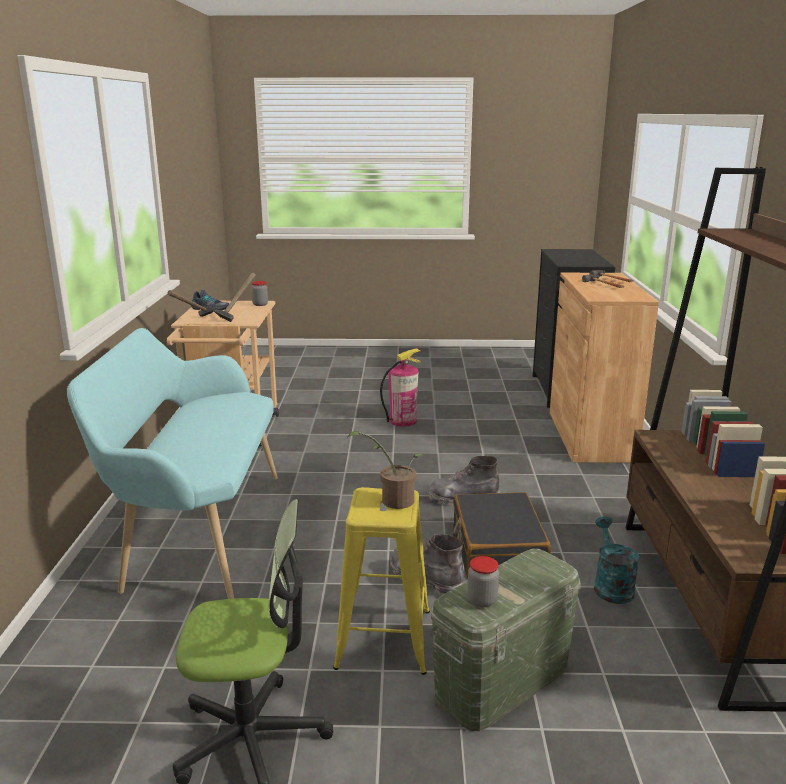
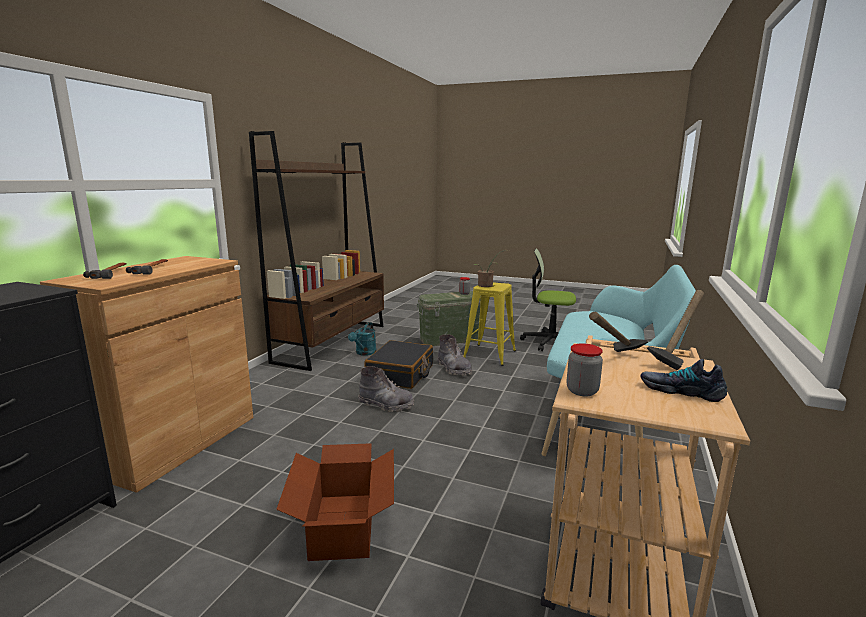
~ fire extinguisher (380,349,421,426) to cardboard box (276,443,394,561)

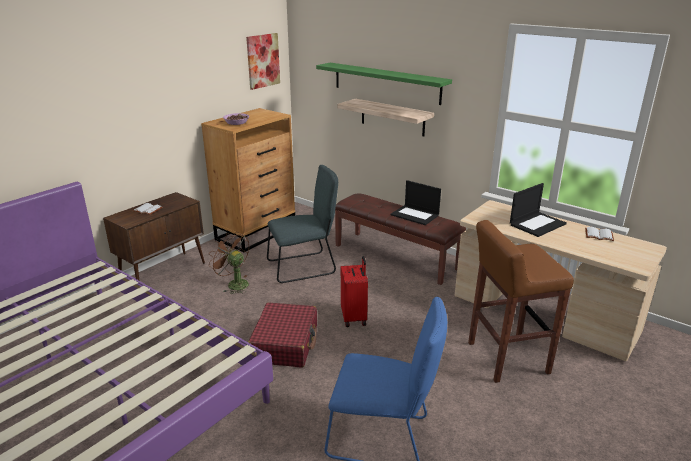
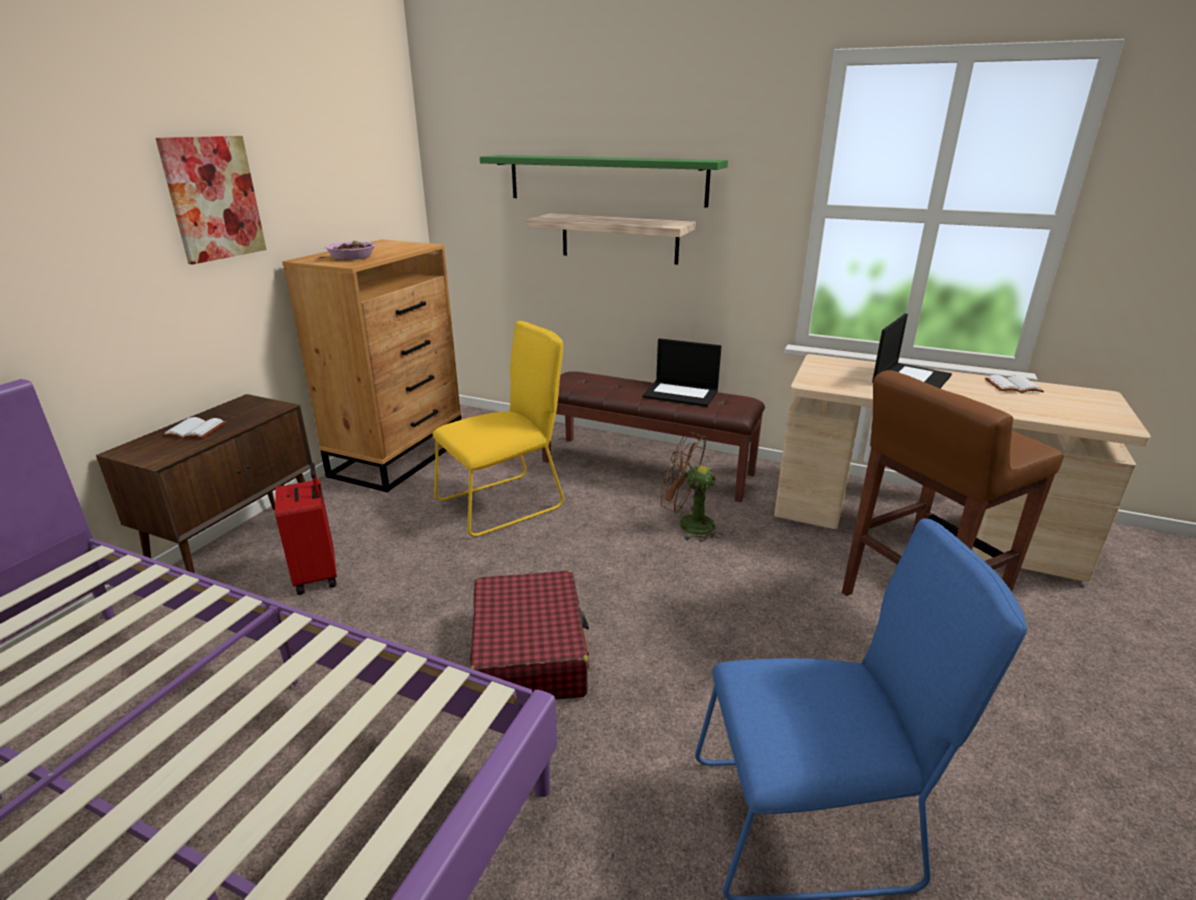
~ fan in brown (209,232,249,294) to (660,432,723,542)
~ picture (246,33,280,90) to (155,136,267,265)
~ suitcase in red (341,256,368,327) to (275,463,337,595)
~ chair in grey (267,165,338,283) to chair in yellow (432,321,564,537)

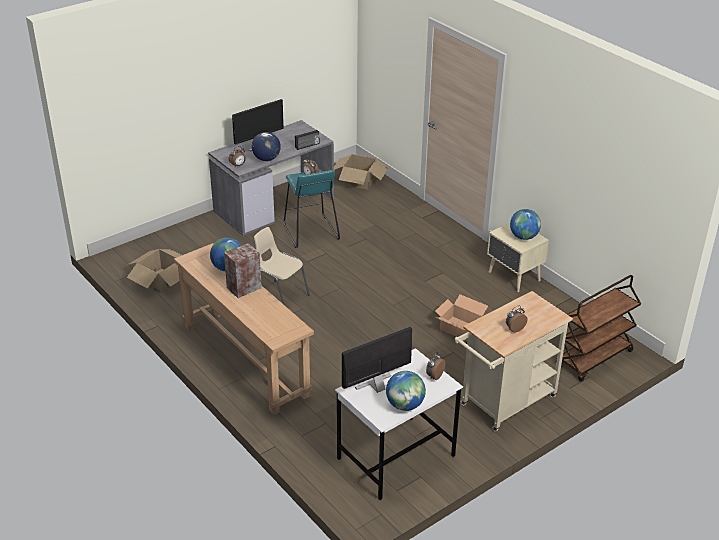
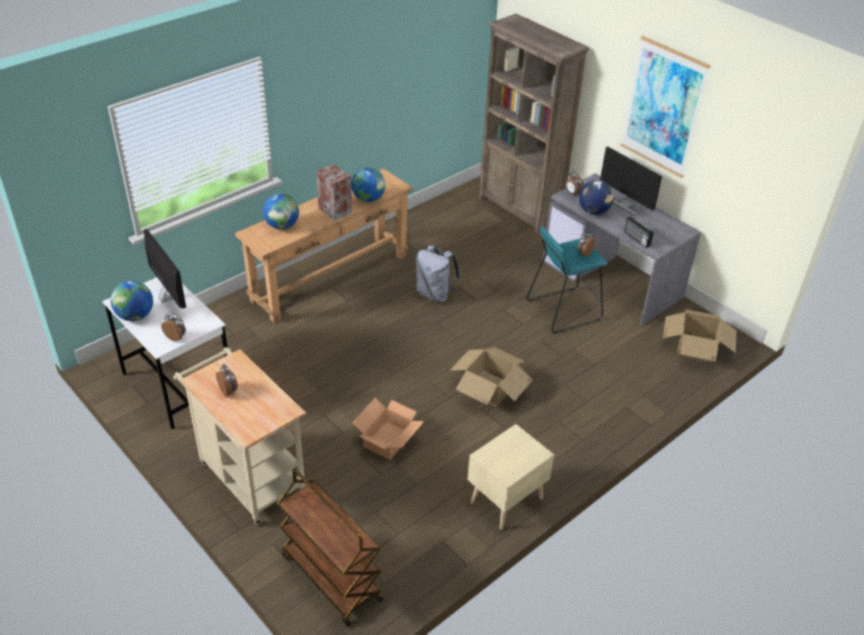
+ bookcase in brown (478,14,589,236)
+ picture (621,36,711,178)
~ cardboard box (127,249,182,294) to (450,347,533,407)
~ globe (510,209,541,240) to (263,193,299,229)
~ chair in beige (254,227,310,305) to backpack in grey (416,246,460,303)

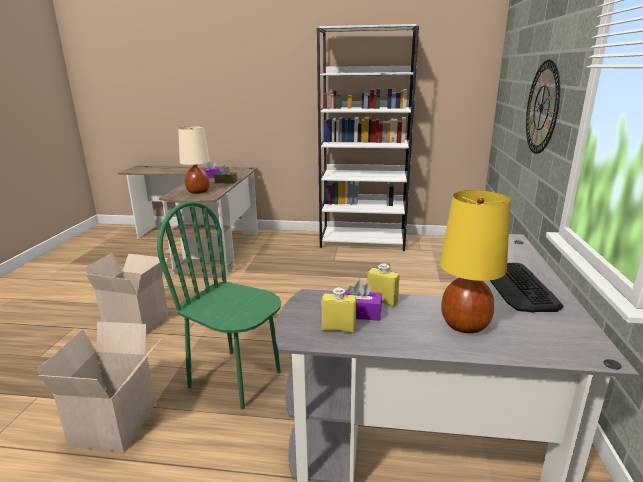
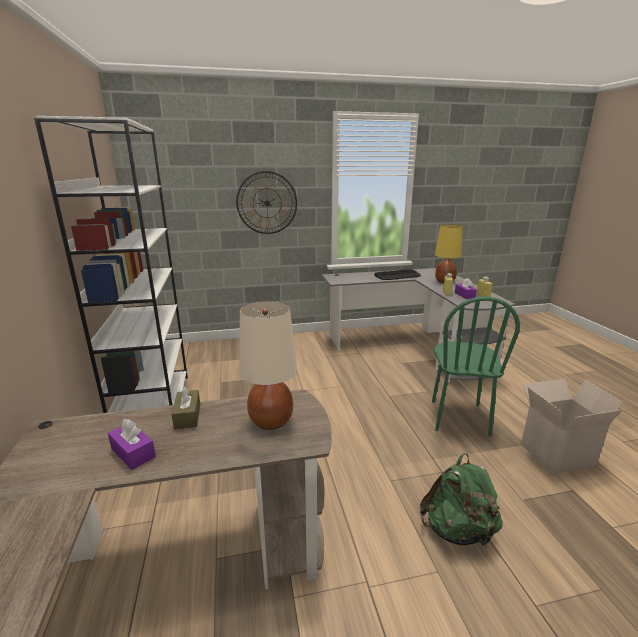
~ cardboard box (84,253,168,334) to backpack in green (420,453,503,548)

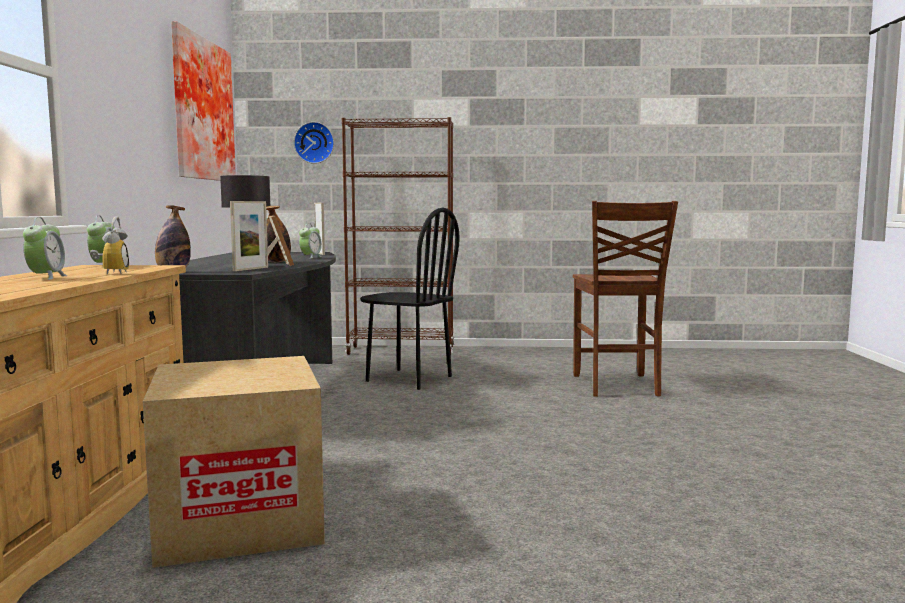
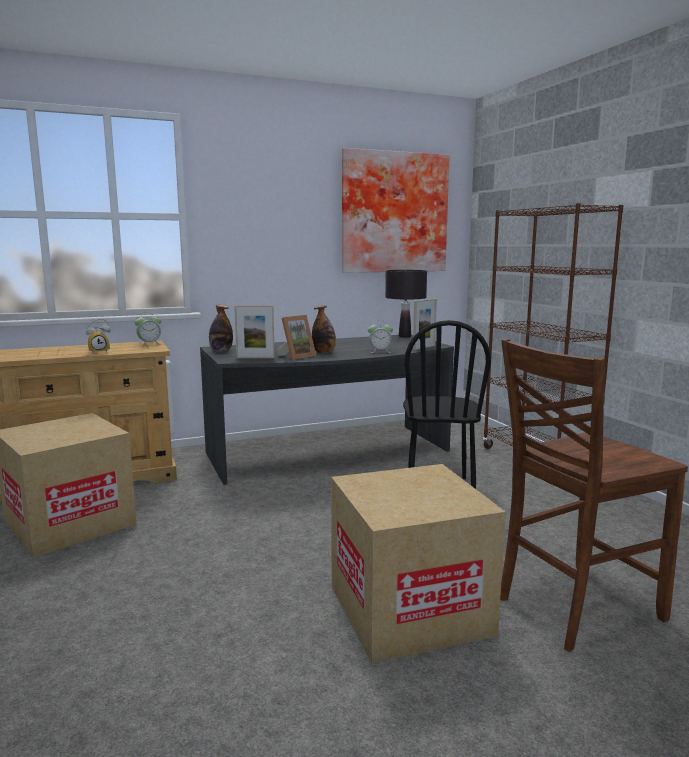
- alarm clock (23,217,68,280)
- wall clock (294,122,334,164)
+ cardboard box (331,464,506,663)

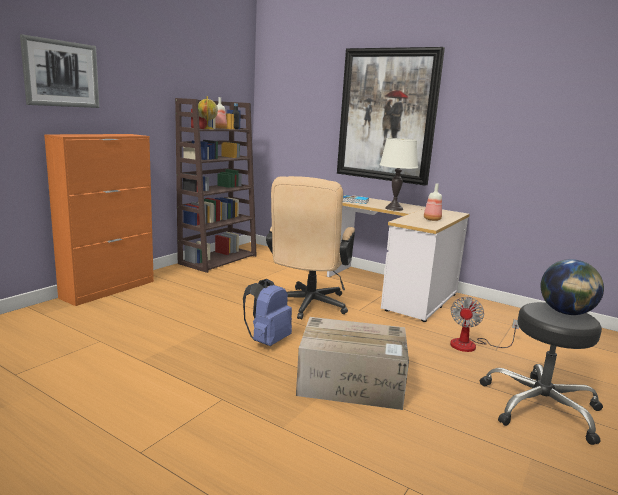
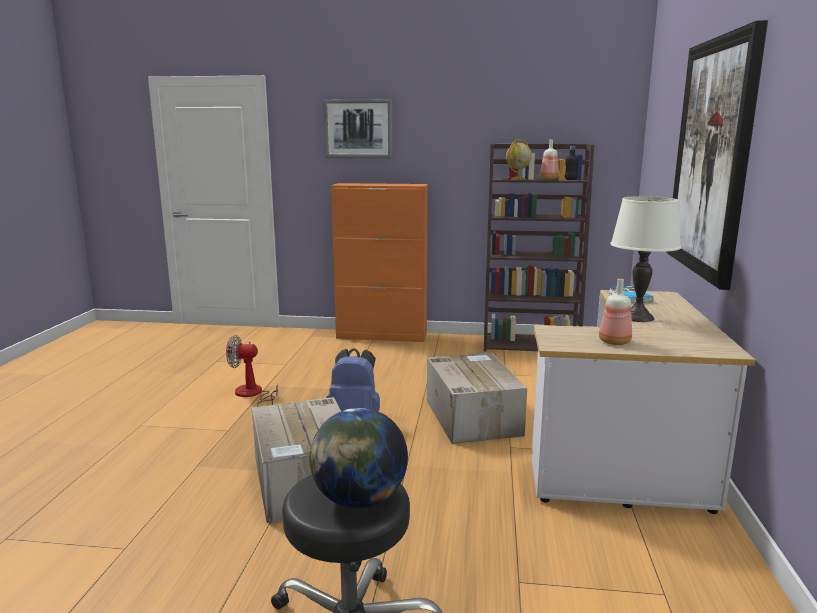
~ fan (450,297,519,352) to (226,335,278,407)
~ office chair in beige (266,176,355,320) to cardboard box (427,353,527,444)

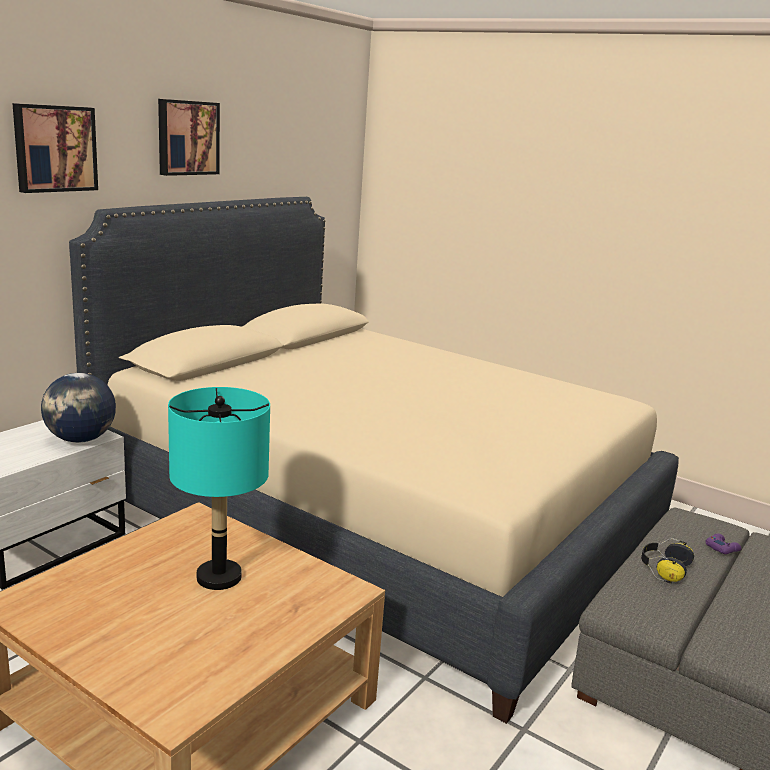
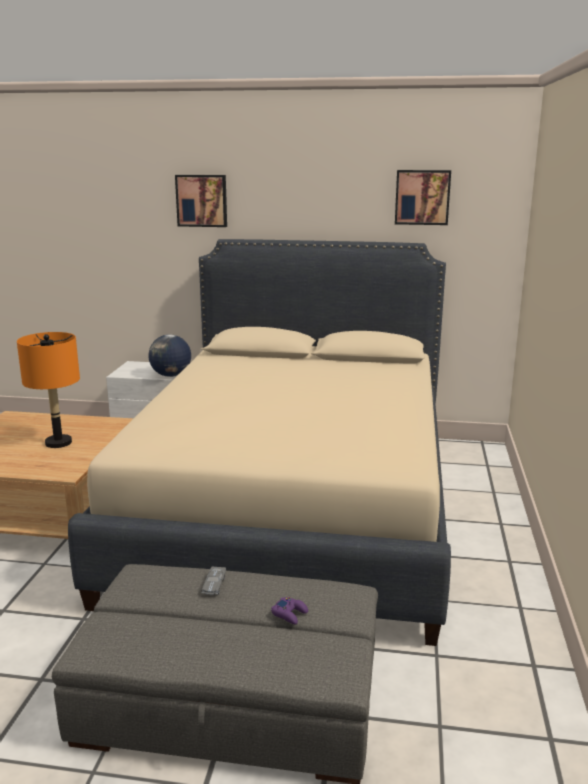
~ picture (158,99,220,176) to (395,170,451,225)
~ headphones (641,538,694,584) to toy car in grey (201,566,226,595)
~ table lamp in turquoise (168,387,270,590) to table lamp in orange (17,332,80,448)

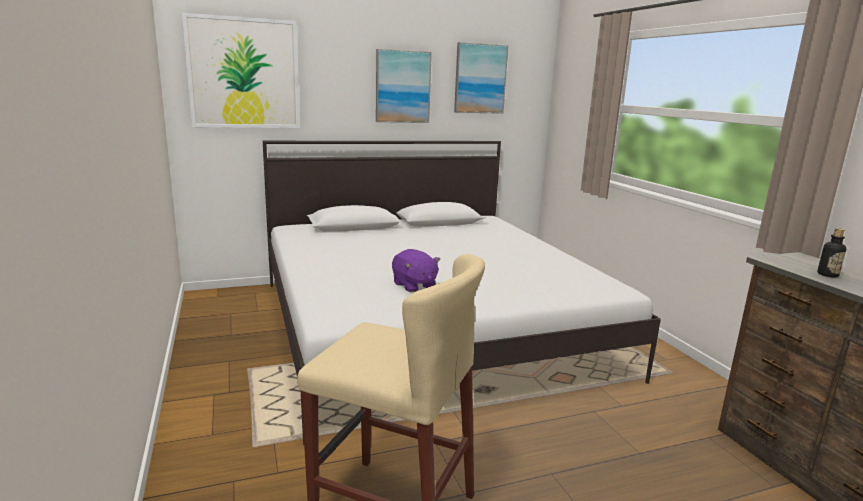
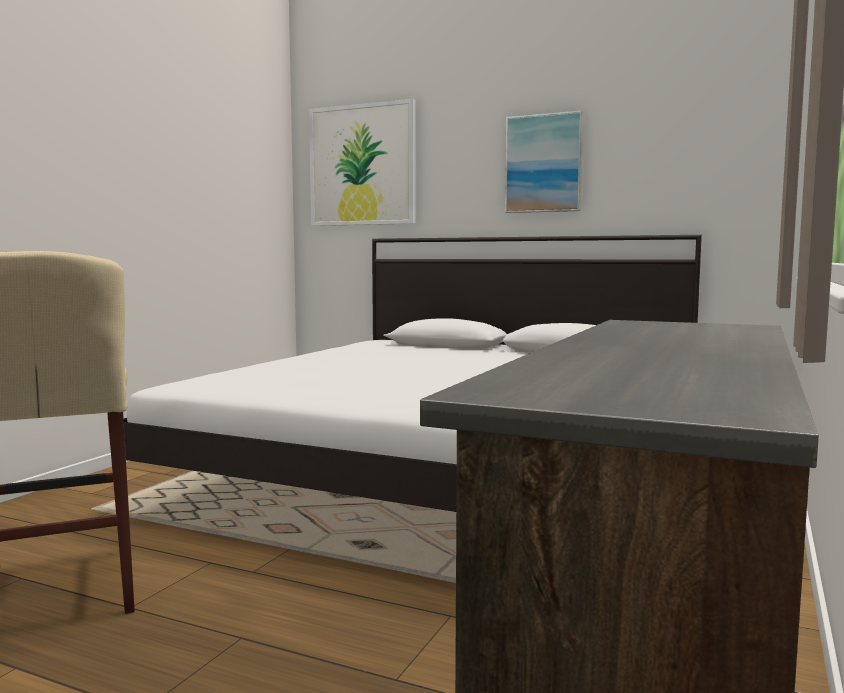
- plush toy in purple (392,249,440,292)
- picture (454,42,508,114)
- bottle (817,228,846,277)

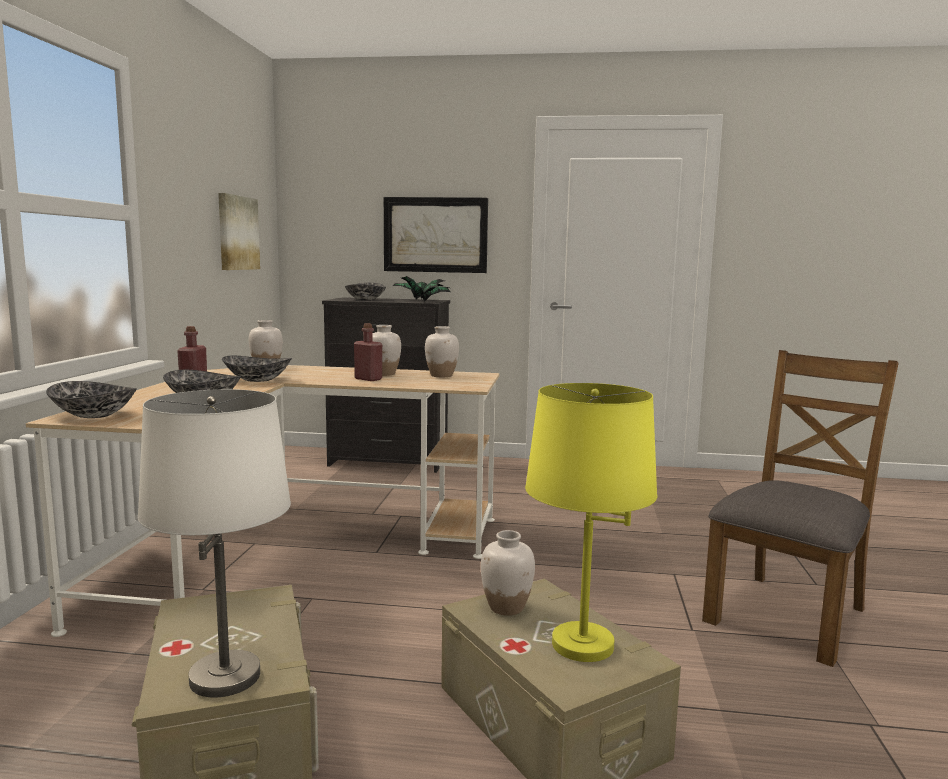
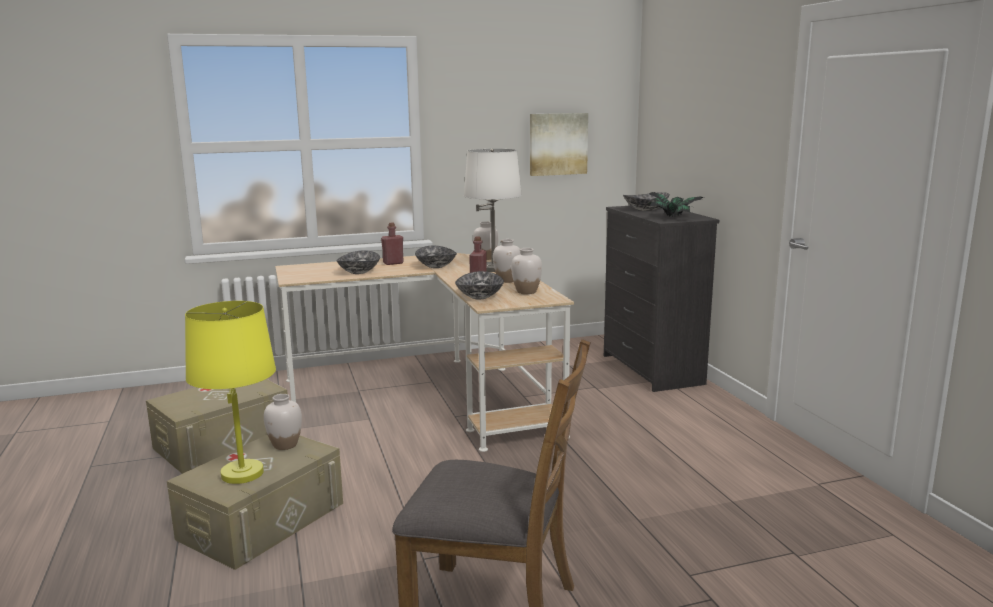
- picture (384,197,488,273)
~ bowl (46,381,137,418) to (455,271,504,299)
~ table lamp in white (138,389,291,698) to (464,149,522,272)

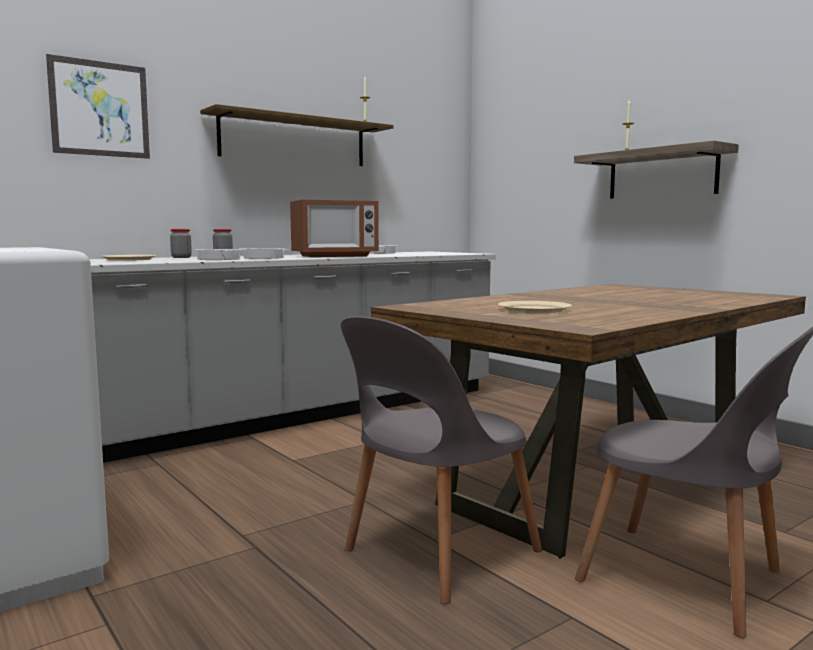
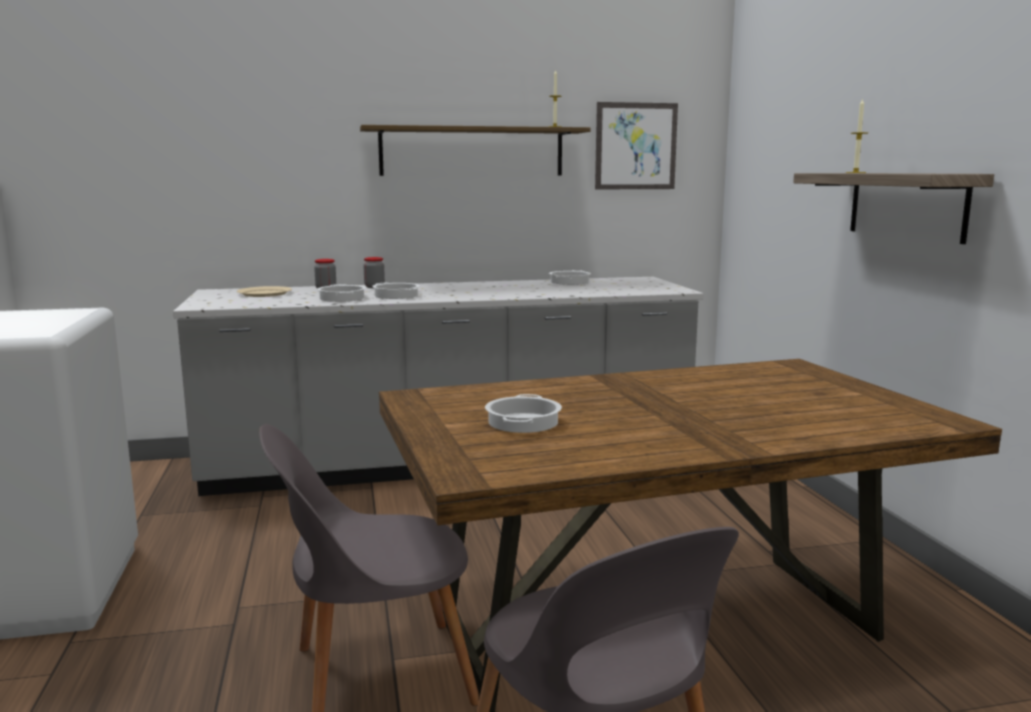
- microwave (290,200,379,257)
~ picture (46,54,150,159) to (595,102,678,189)
~ plate in beige (498,301,572,313) to cooking pot (485,394,562,433)

